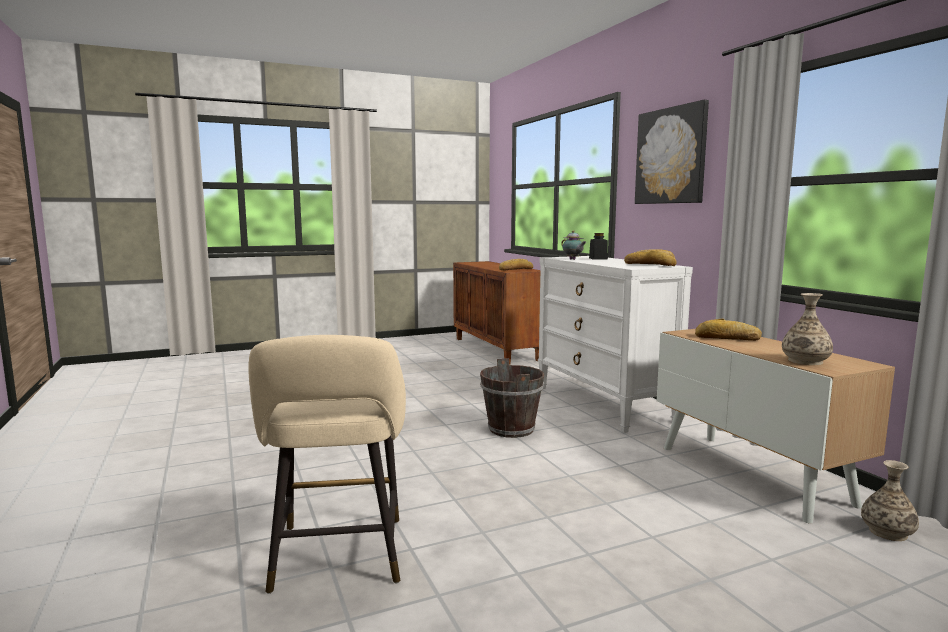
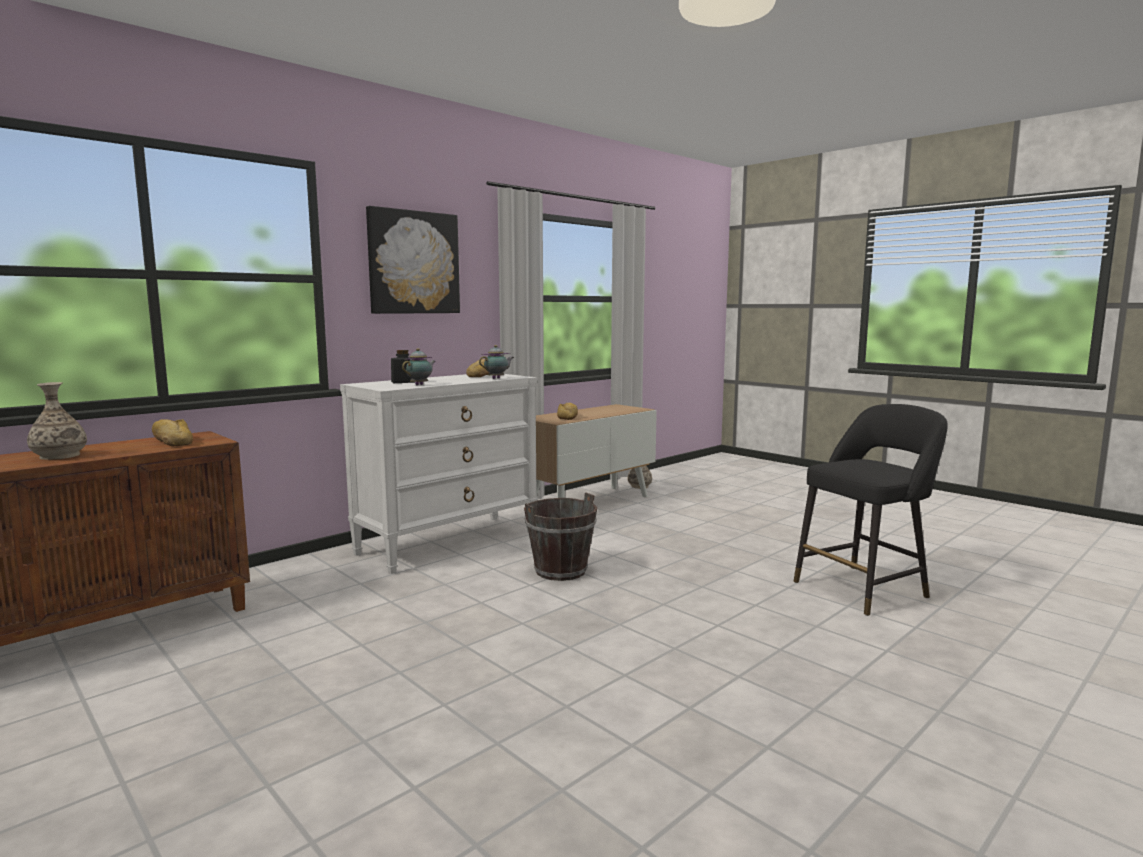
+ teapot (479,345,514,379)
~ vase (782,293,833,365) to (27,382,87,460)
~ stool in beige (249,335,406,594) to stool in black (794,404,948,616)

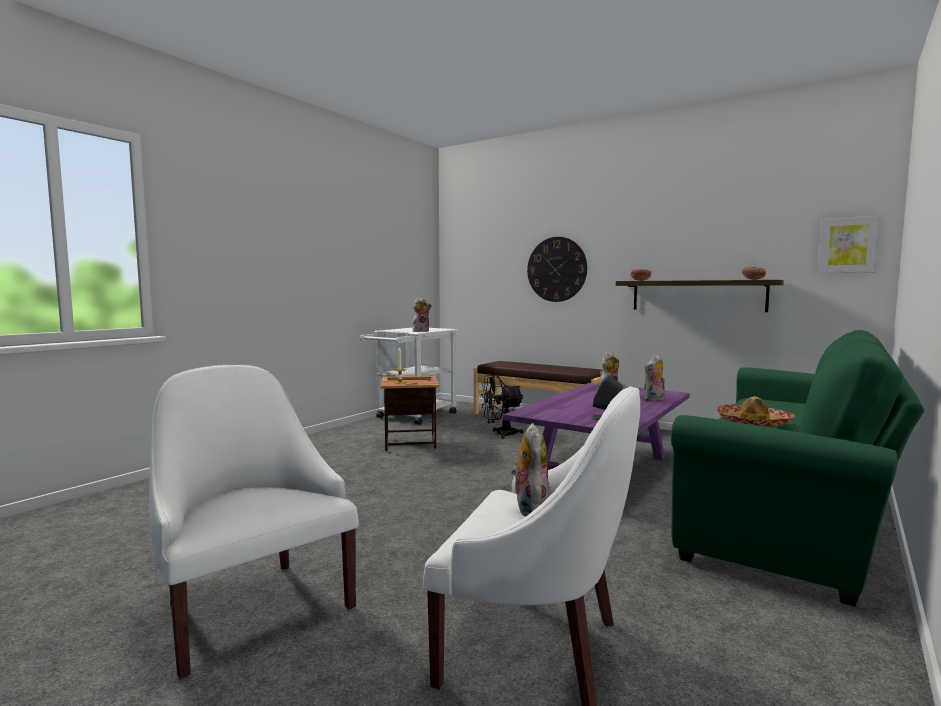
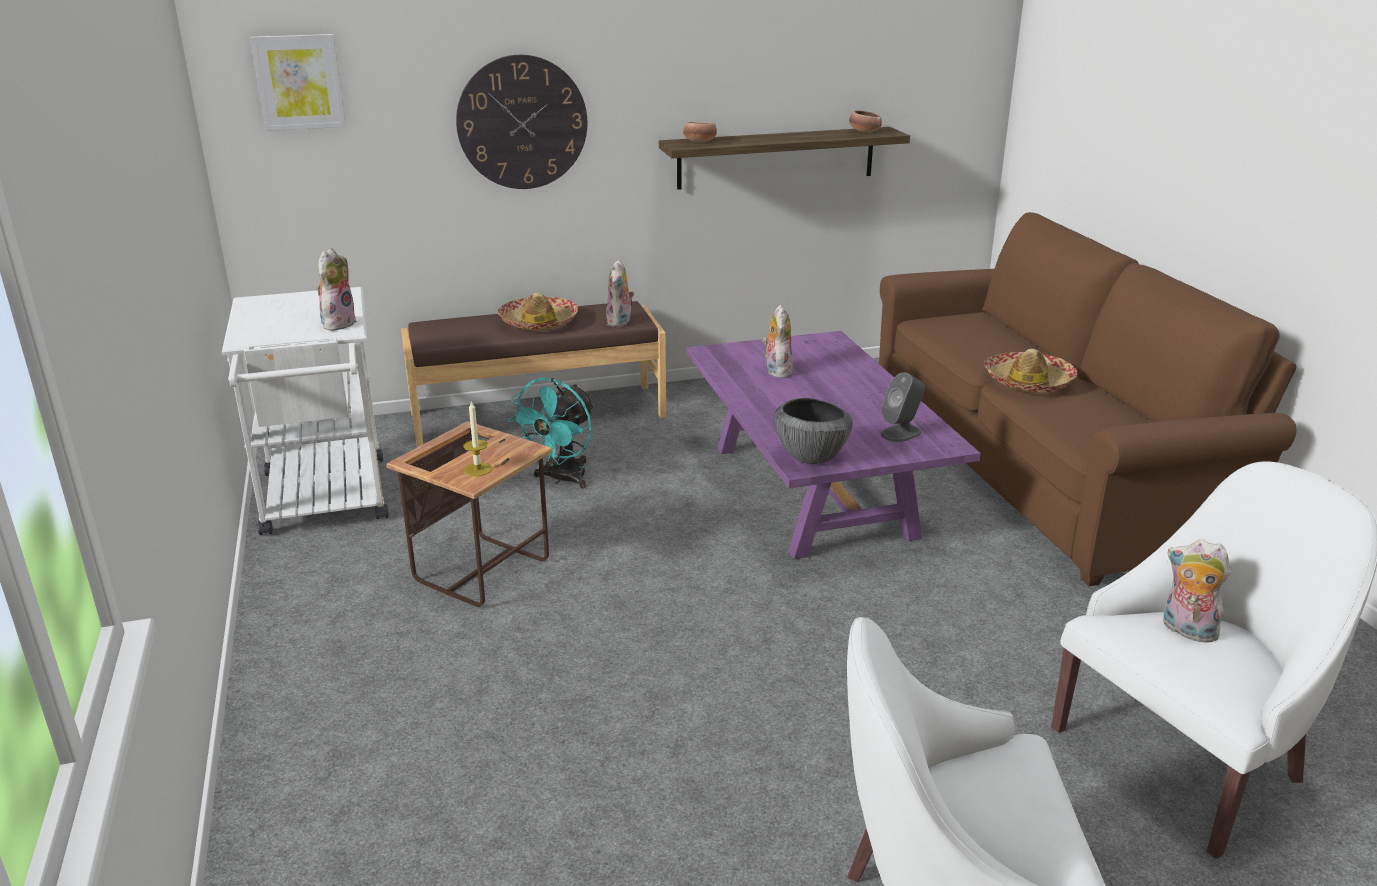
+ hat (498,293,578,331)
+ bowl (775,398,852,464)
~ plush toy (644,355,665,401) to (606,260,634,327)
~ picture (818,216,880,273) to (250,34,346,131)
~ fan in black (481,375,524,439) to fan in turquoise (507,378,594,489)
~ sofa in green (671,330,924,607) to sofa in brown (879,212,1297,586)

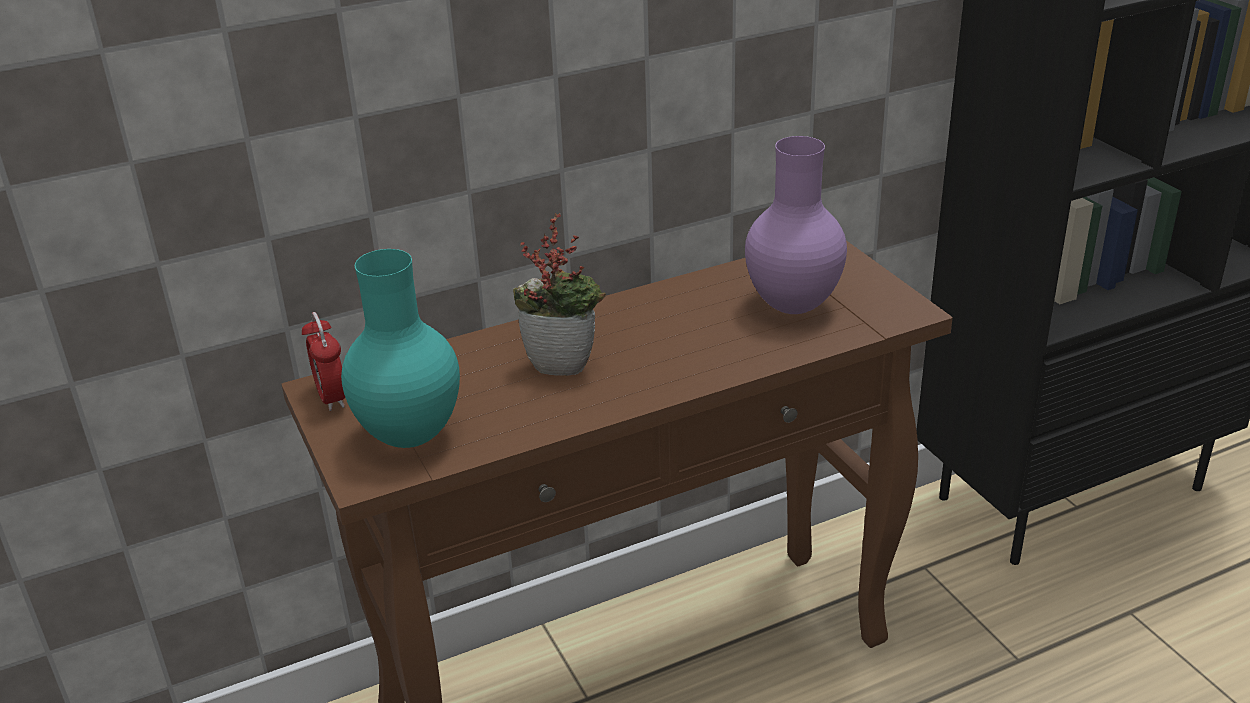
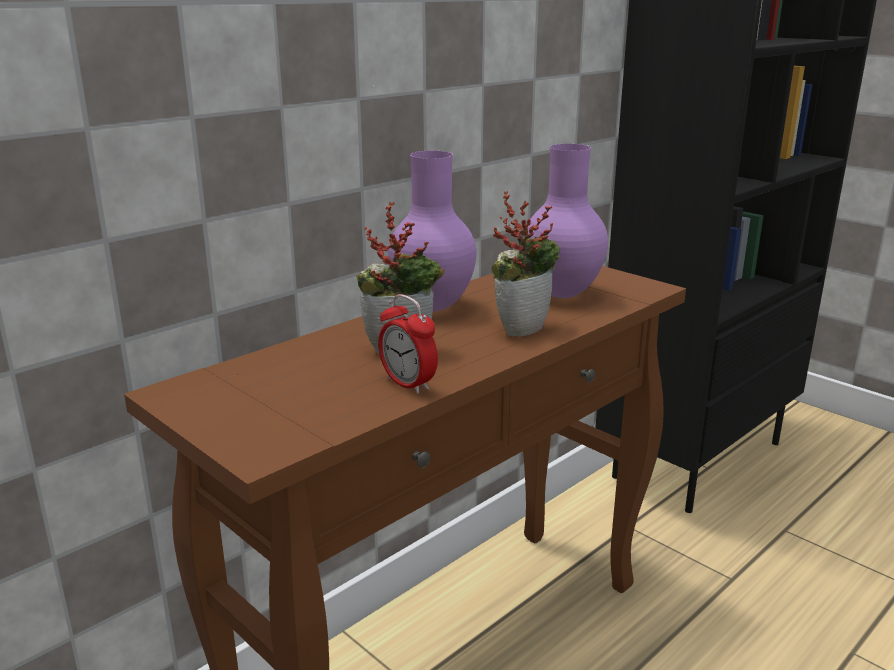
- vase in turquoise (341,249,460,448)
+ vase in purple (388,151,476,312)
+ potted plant (492,191,560,337)
~ alarm clock (302,312,345,411) to (378,294,438,394)

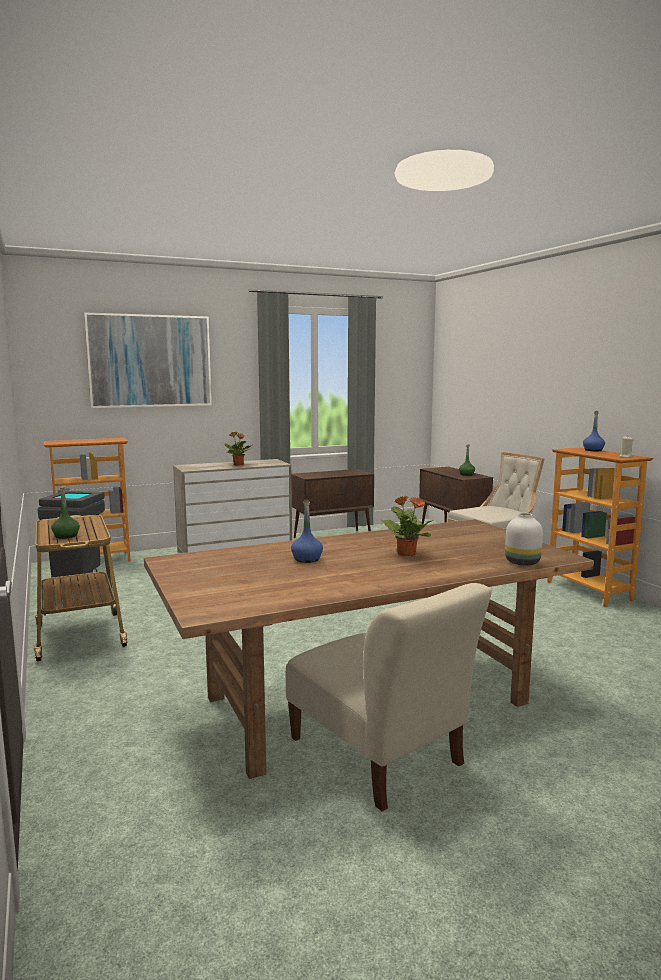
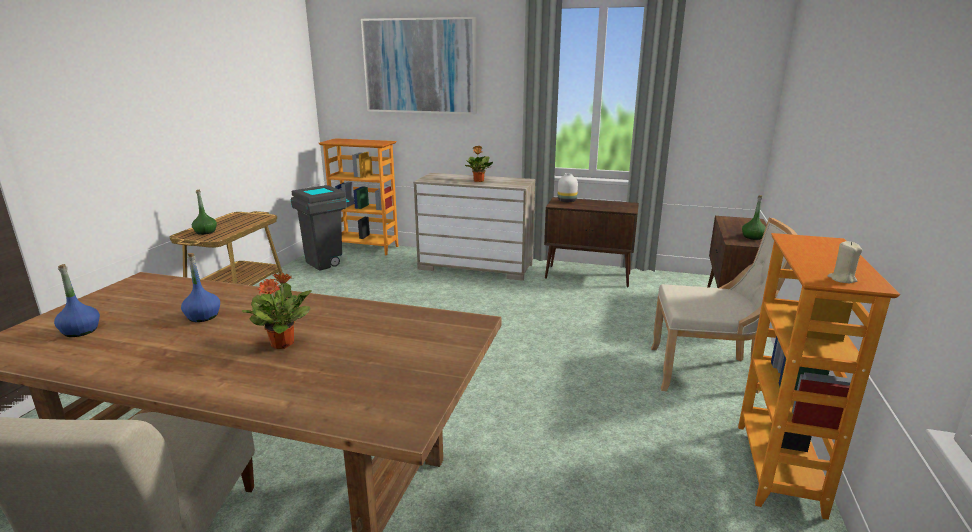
~ vase in white (505,513,543,566) to (558,173,578,202)
~ bottle in blue (583,411,605,451) to (54,264,100,337)

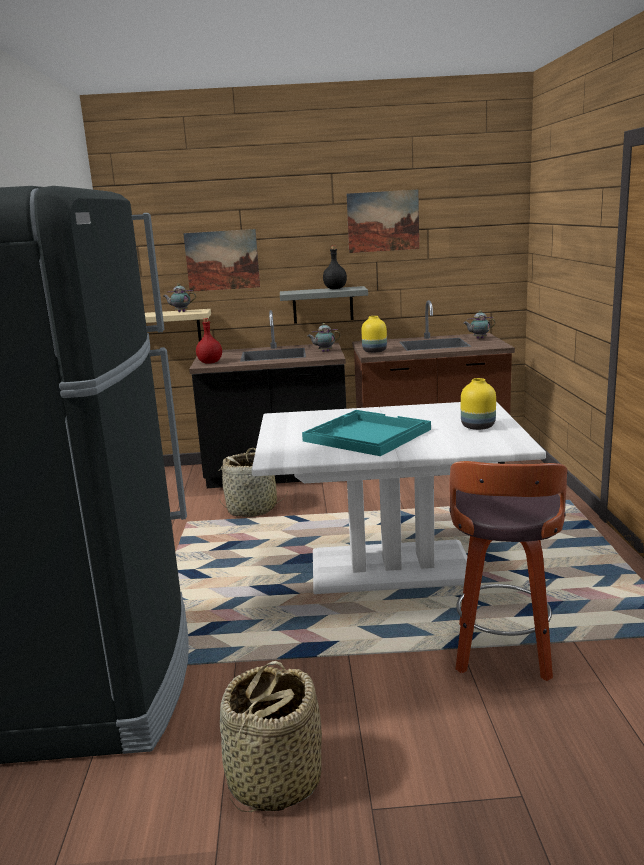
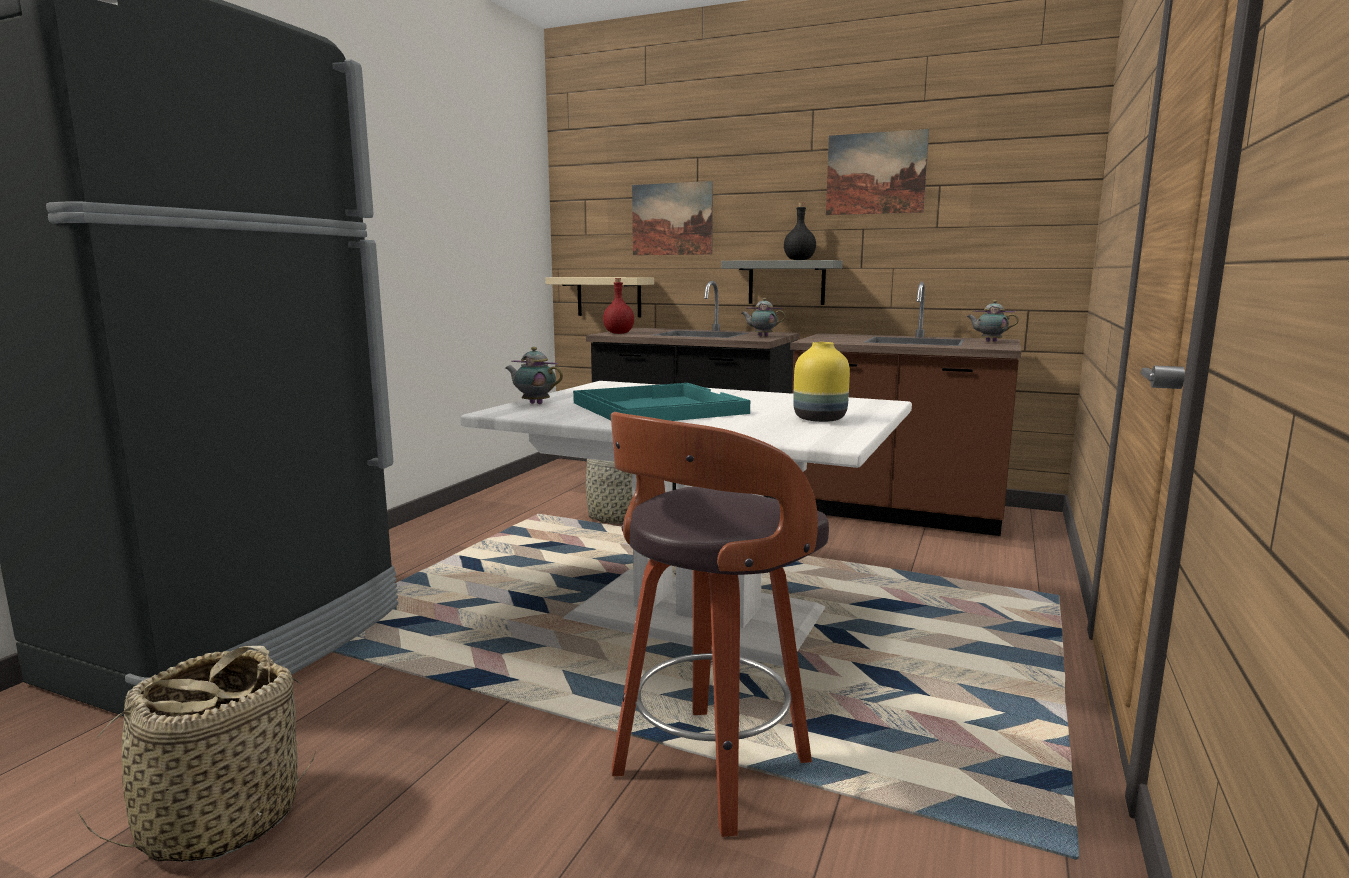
- vase in yellow (361,316,387,353)
~ teapot (163,284,196,312) to (506,347,563,404)

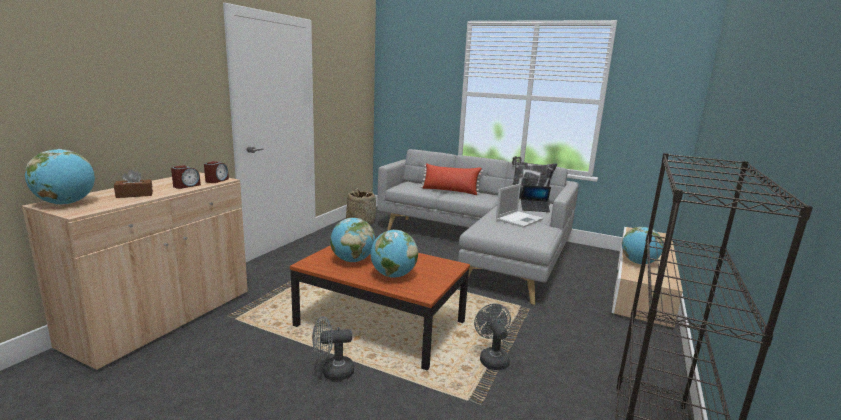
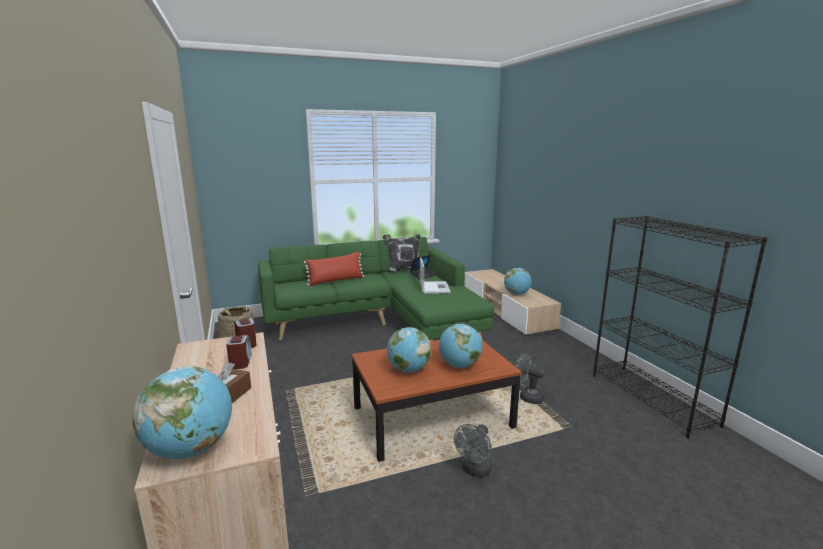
~ sofa in grey (377,149,579,305) to sofa in green (258,237,494,341)

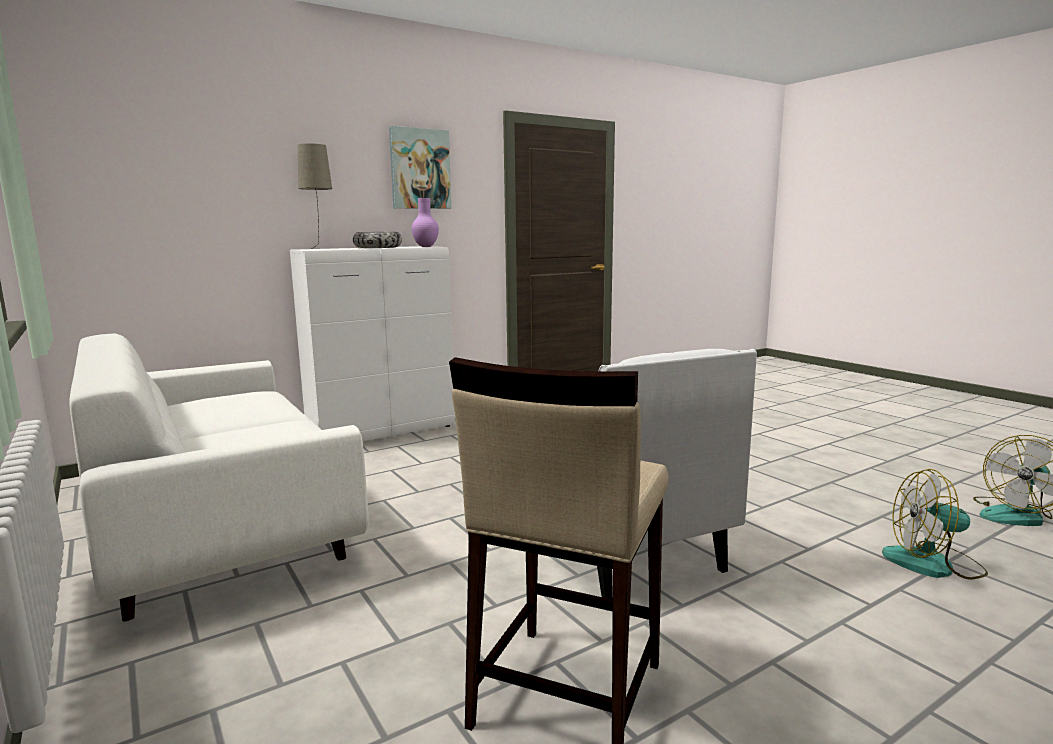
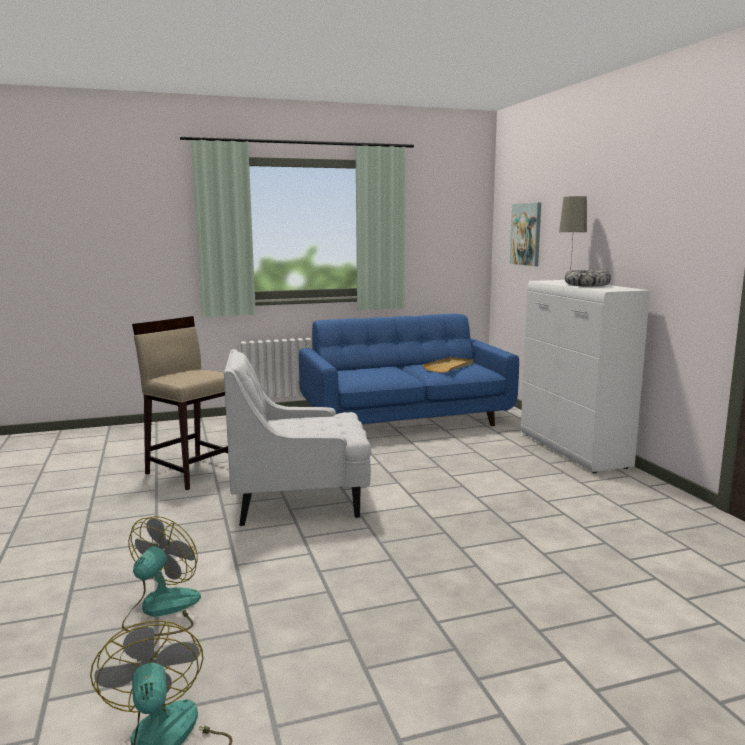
- vase in purple (412,198,439,247)
+ tray in beige (422,357,473,373)
~ picture (389,126,451,209) to (510,202,541,266)
~ sofa in white (69,334,369,622) to sofa in blue (299,314,519,426)

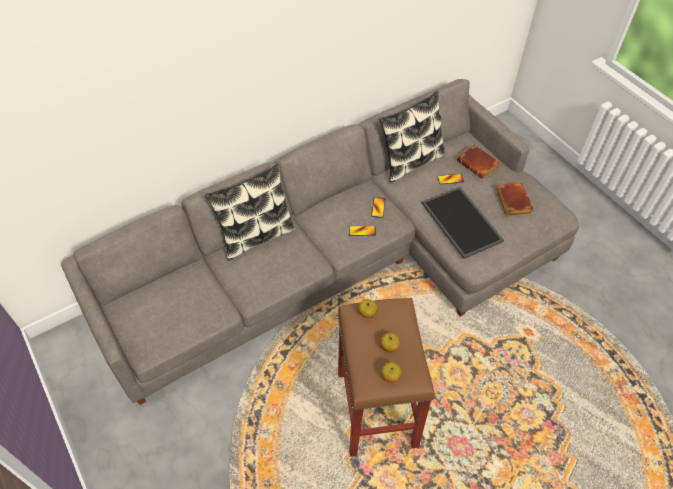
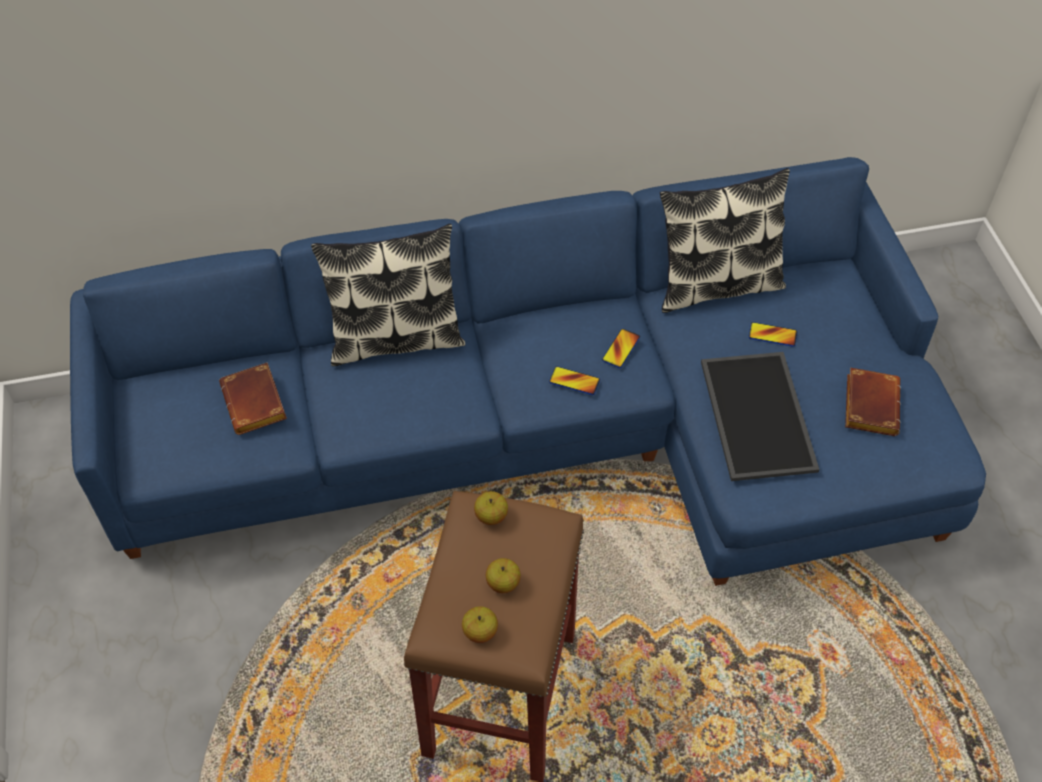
~ book in brown (457,144,500,179) to (219,362,287,435)
~ sofa in grey (62,79,579,405) to sofa in blue (70,157,986,586)

